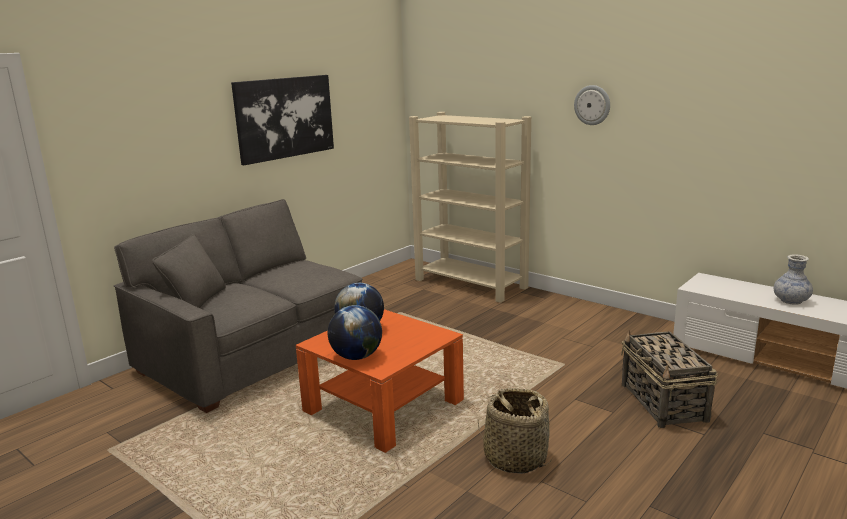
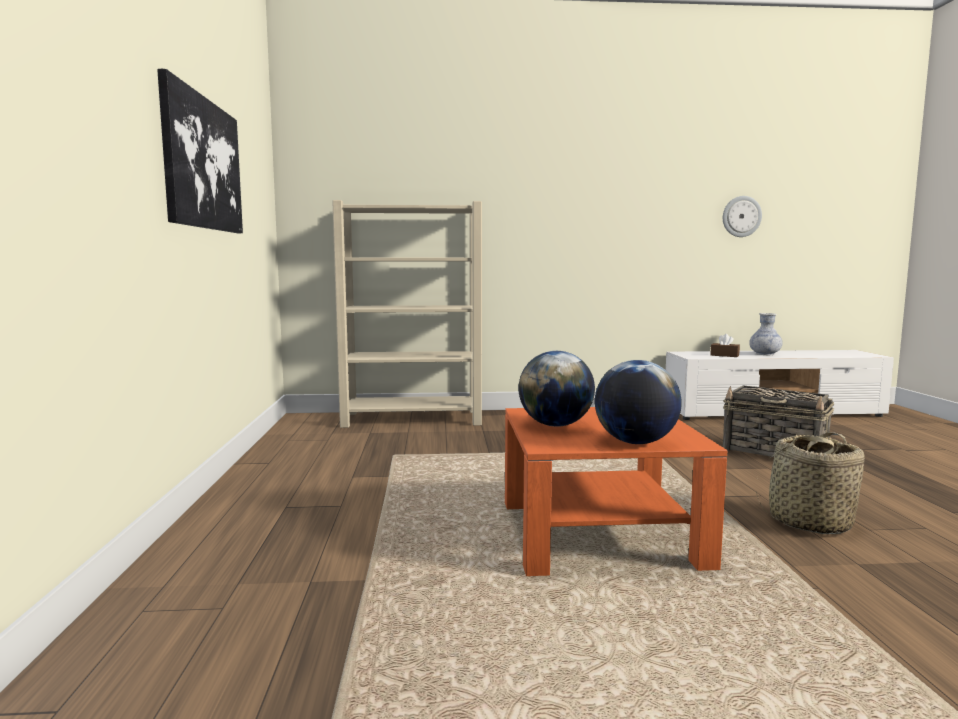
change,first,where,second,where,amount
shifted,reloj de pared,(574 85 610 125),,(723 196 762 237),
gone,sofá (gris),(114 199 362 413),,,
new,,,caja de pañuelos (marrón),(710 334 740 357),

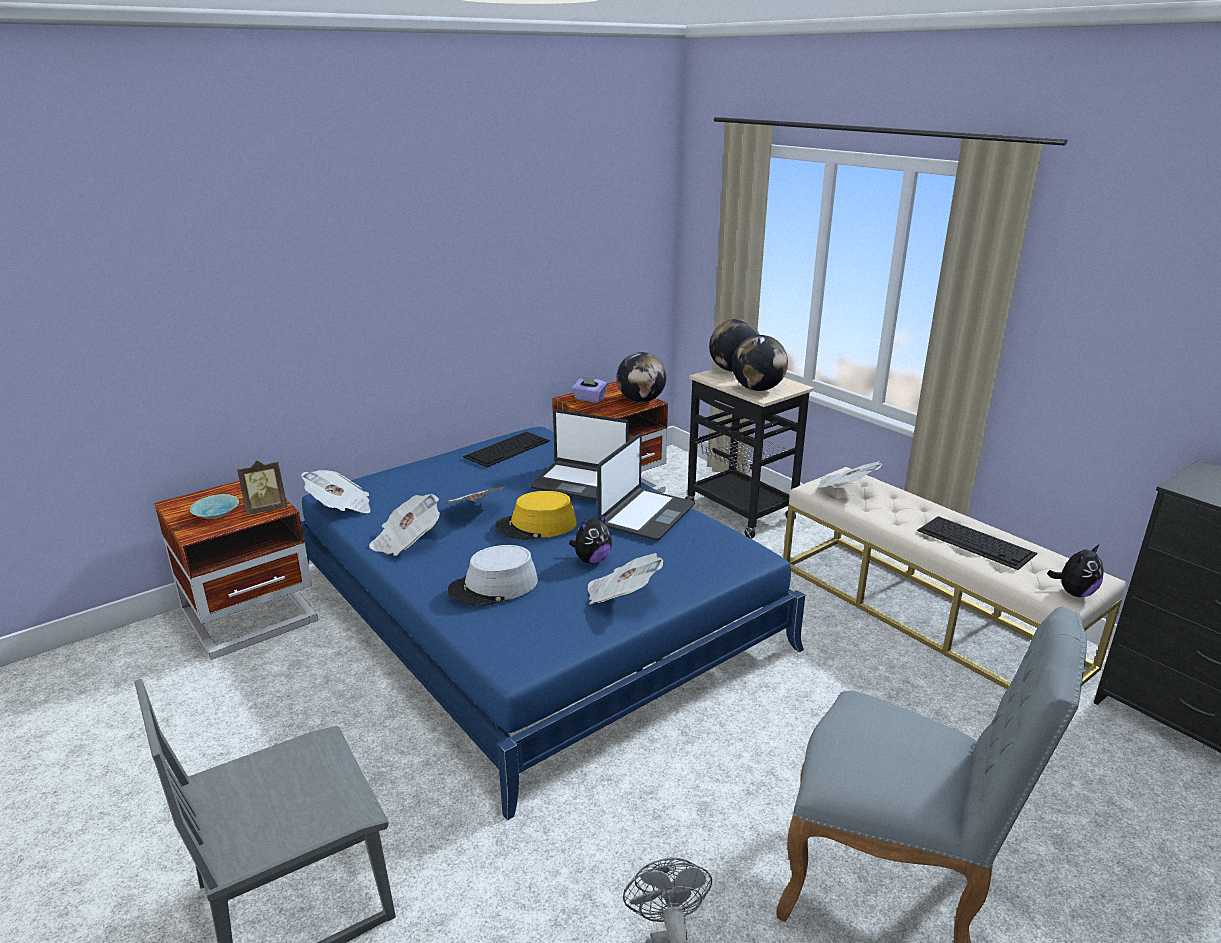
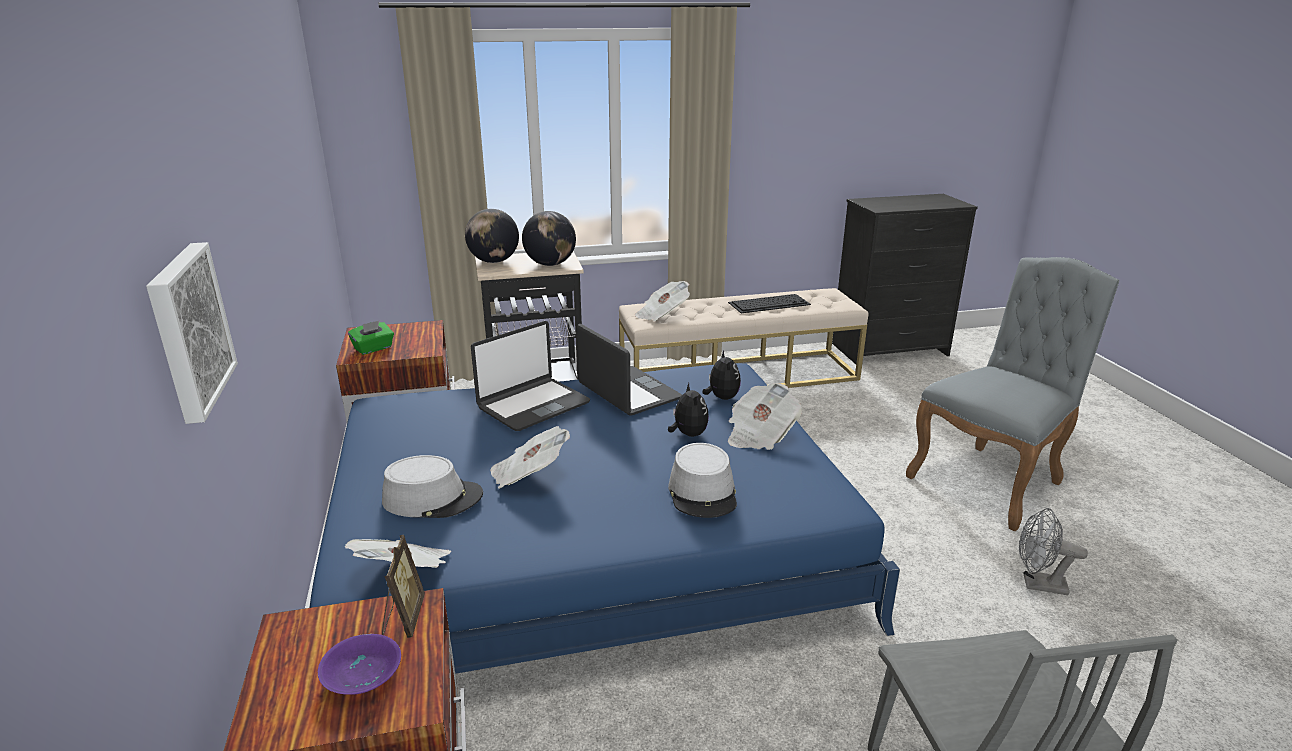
change,first,where,second,where,amount
gone,globo terráqueo,(617 352 666 402),,,
repainted,caja de pañuelos (morado),(572 376 608 403),caja de pañuelos (verde),(348 321 394 355),
gone,teclado,(463 431 550 467),,,
gone,sombrero (amarillo),(495 491 577 540),,,
repainted,cuenco (turquesa),(190 494 239 519),cuenco (morado),(318 634 401 695),
gone,periódico,(369 494 440 556),,,
shifted,peluche,(1047 545 1104 597),,(703 350 741 400),
new,,,cuadro,(146 242 238 424),
new,,,sombrero (gris),(382 455 483 518),

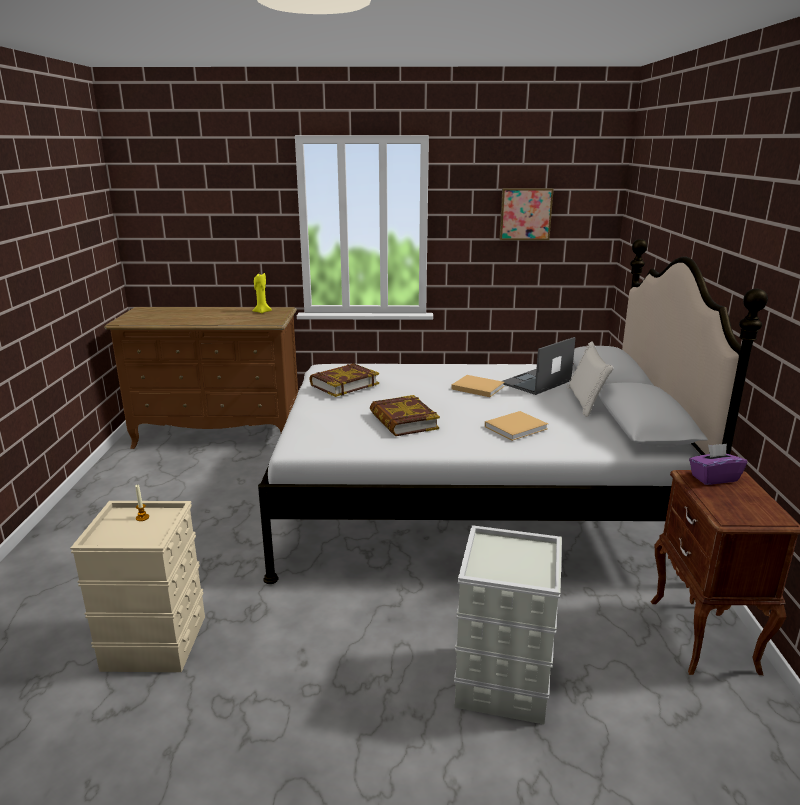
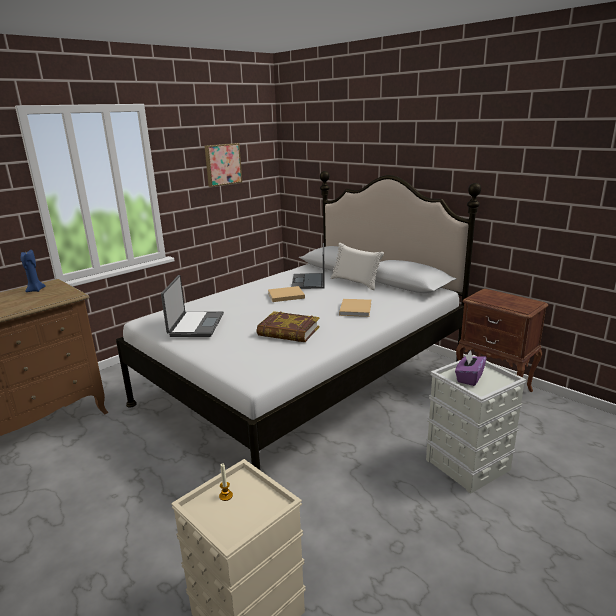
change,first,where,second,where,amount
repainted,vela (amarillo),(253 273 272 314),vela (azul),(21 250 46 292),
swapped,libro,(309 363 379 397),portátil,(161 275 224 337),
shifted,caja de pañuelos (morado),(689 443 747 485),,(455 350 486 386),

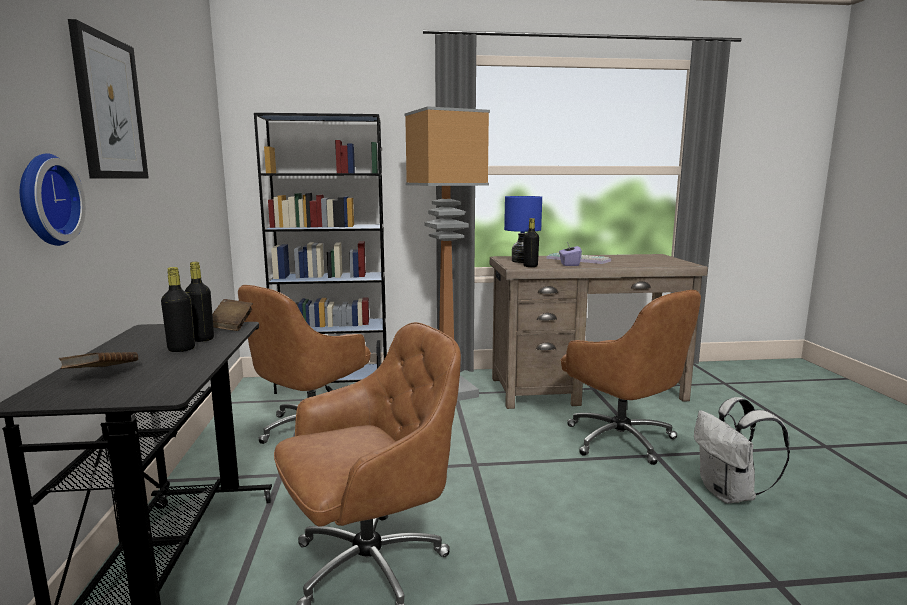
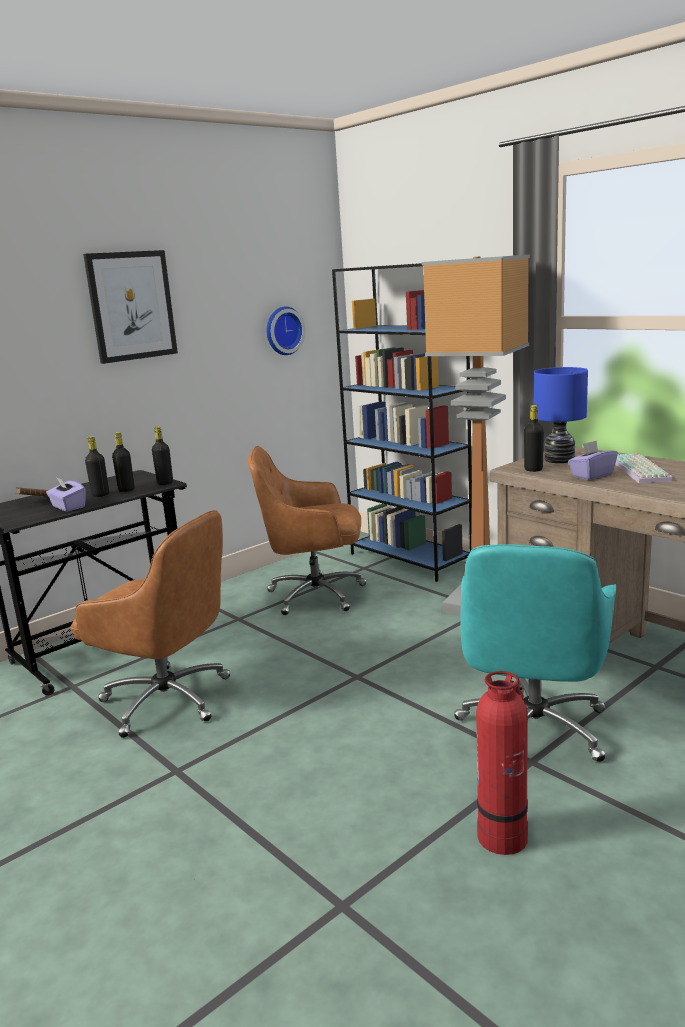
change,first,where,second,where,amount
shifted,reloj de pared,(20 153 86 246),,(267 306 305 355),
repainted,silla de oficina (marrón),(560 290 701 465),silla de oficina (turquesa),(454 545 616 762),
swapped,libro (marrón),(212 299 253 331),botella (negro),(152 426 173 485),
swapped,mochila (blanco),(694 397 790 504),extintor,(476 671 528 855),
new,,,caja de pañuelos (morado),(46 477 86 512),

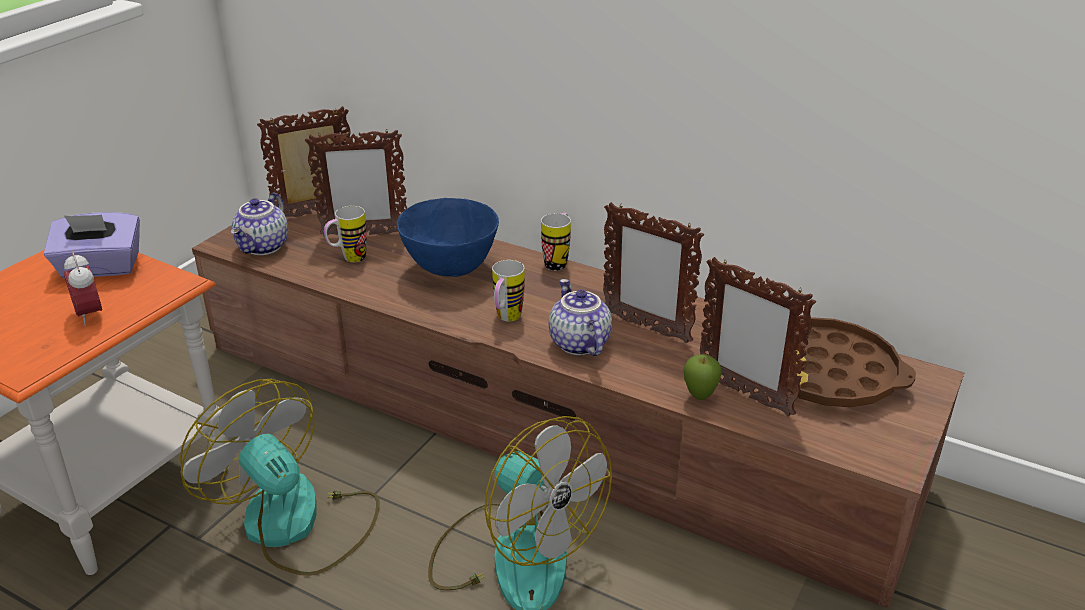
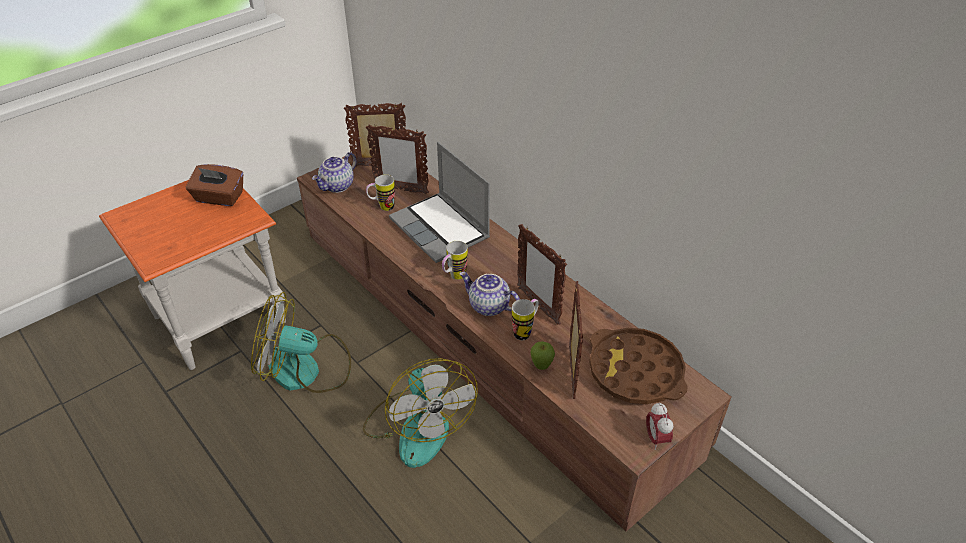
change,first,where,second,where,amount
swapped,cuenco (azul),(397 198 499 277),portátil,(389 142 490 263),
repainted,caja de pañuelos (morado),(44 212 140 279),caja de pañuelos (marrón),(186 164 243 206),
shifted,taza grande,(541 213 571 271),,(512 299 539 340),
shifted,despertador,(64 251 102 326),,(646 402 673 450),
rotated,portarretratos,(700 257 816 417),,(569 281 583 399),150 degrees counterclockwise
rotated,tetera,(549 279 612 356),,(459 272 520 316),60 degrees counterclockwise
rotated,ventilador,(180 379 380 576),,(251 292 351 393),60 degrees counterclockwise

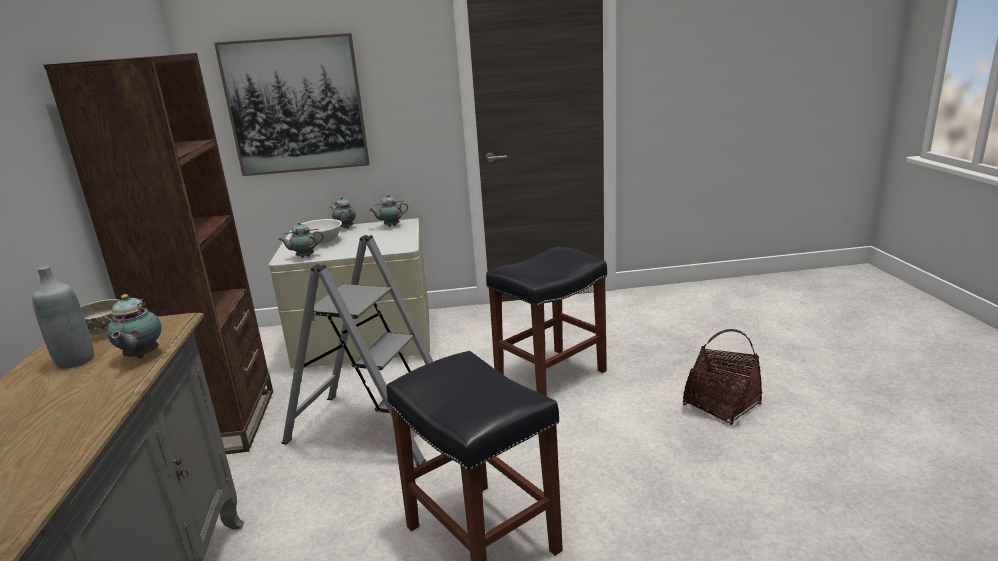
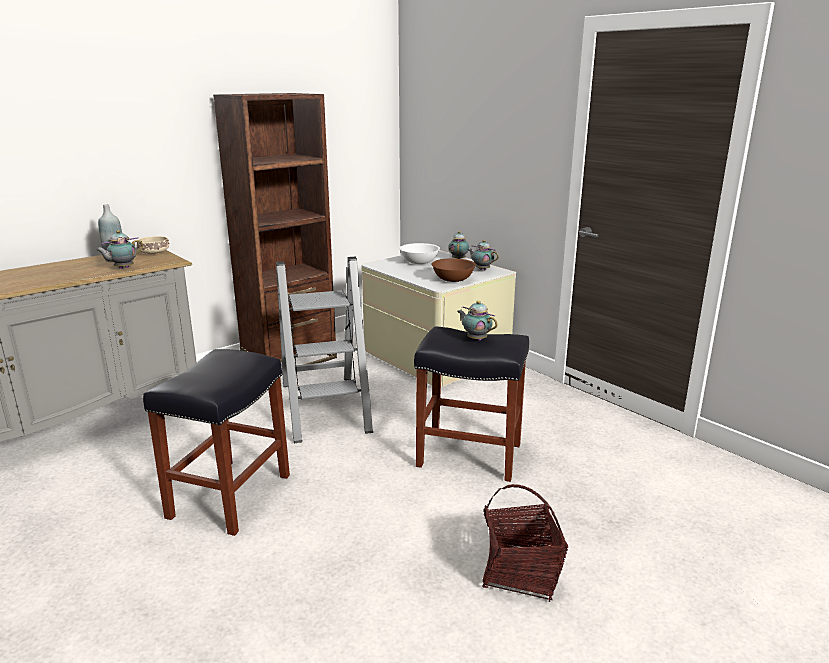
change,first,where,second,where,amount
gone,cuadro,(214 33 370 176),,,
shifted,tetera,(278 222 324 258),,(458 300 498 341),
new,,,cuenco (marrón),(432 258 476 282),

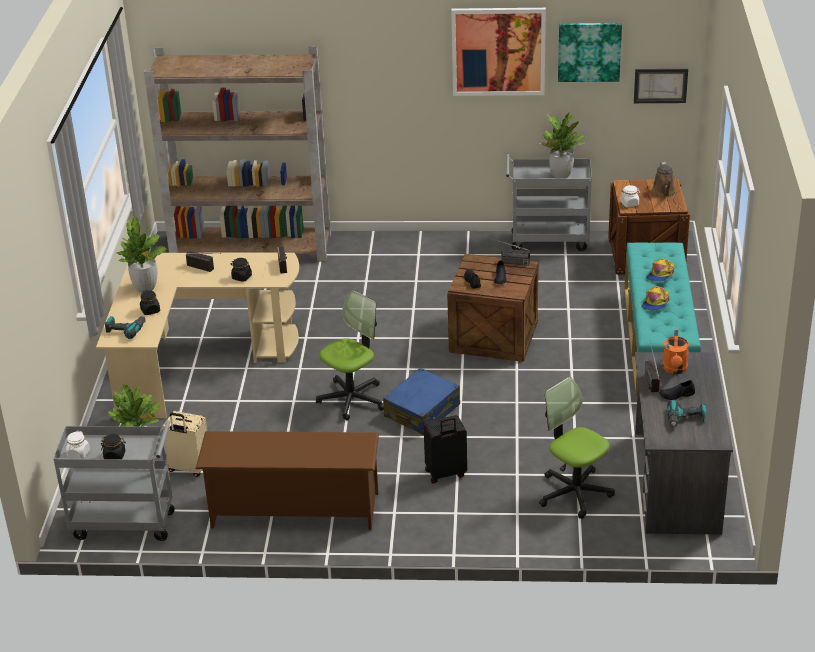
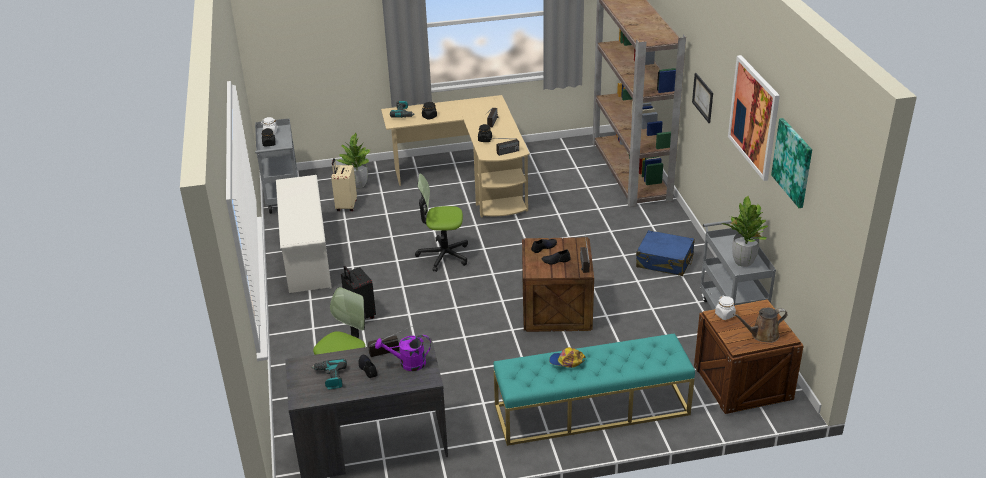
change,first,where,second,where,amount
shifted,cuadro,(634 69 688 103),,(692 73 713 123),
gone,planta en maceta,(117 216 167 292),,,
gone,gorra,(646 258 675 282),,,
rotated,silla de oficina,(316 290 384 421),,(415 174 468 272),150 degrees clockwise
repainted,regadera (naranja),(663 330 689 374),regadera (morado),(375 335 431 371),
shifted,maleta (azul),(383 368 460 435),,(636 230 694 276),
repainted,zapatero (marrón),(196 431 379 530),zapatero (blanco),(276 175 332 293),

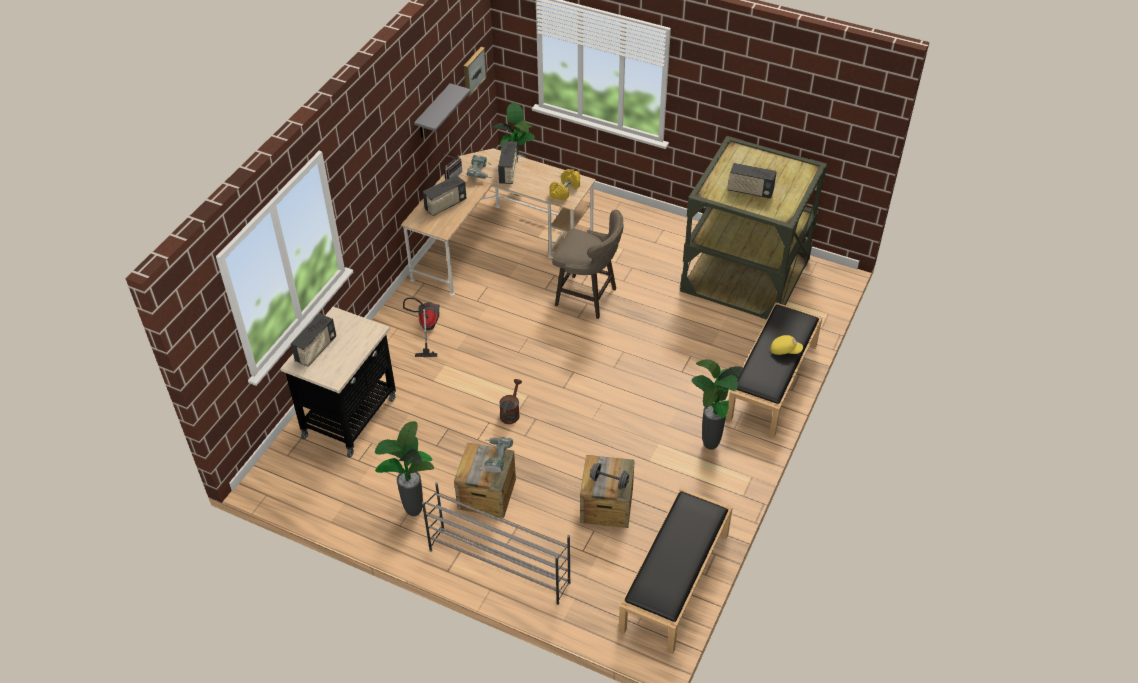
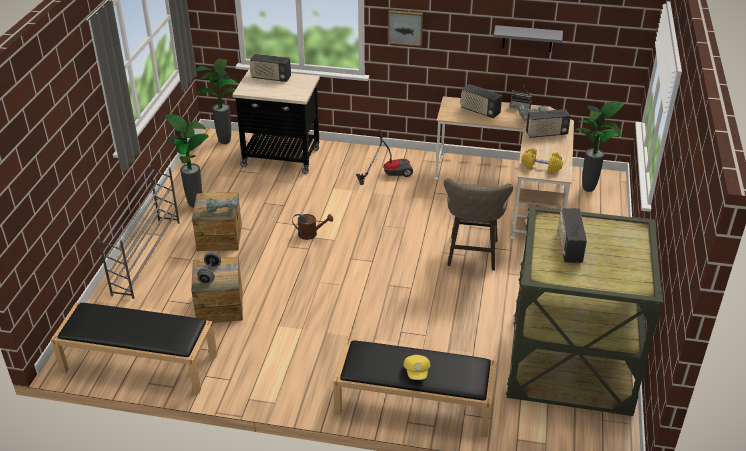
change,first,where,second,where,amount
shifted,cuadro,(464 47 487 97),,(388 10 423 46),
shifted,planta en maceta,(692 359 744 450),,(196 59 238 144),

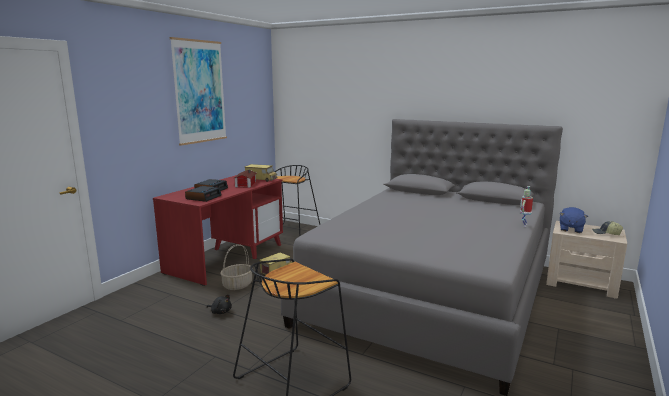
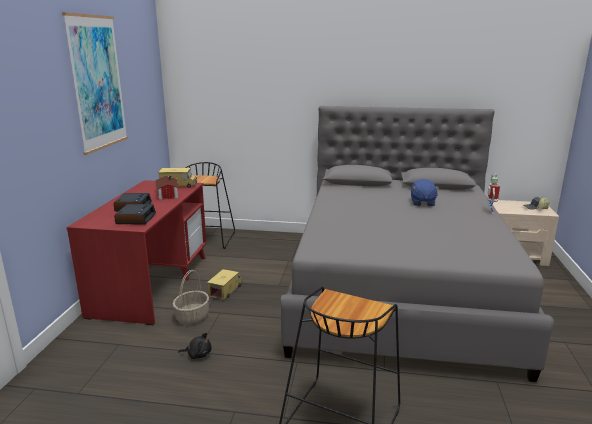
change,first,where,second,where,amount
shifted,peluche (azul),(560 207 588 233),,(411 179 440 206),

